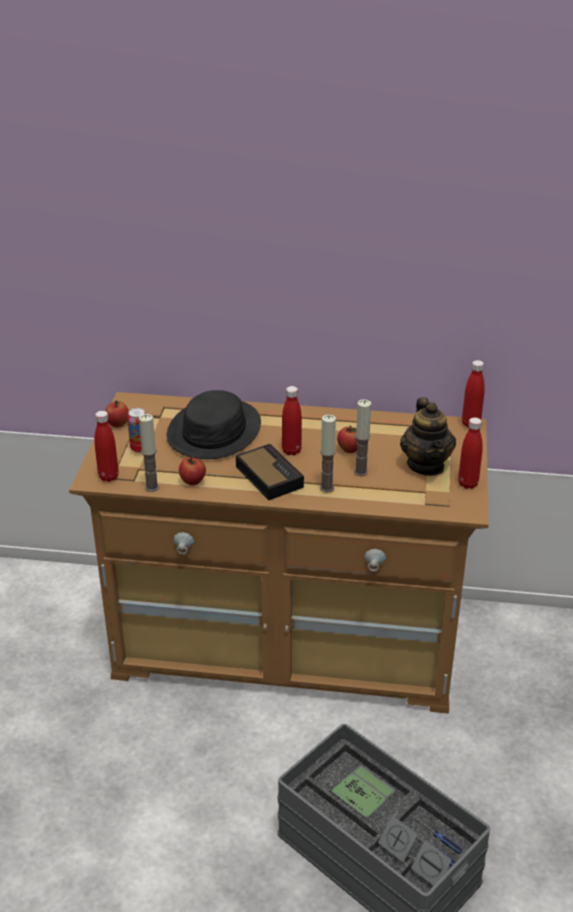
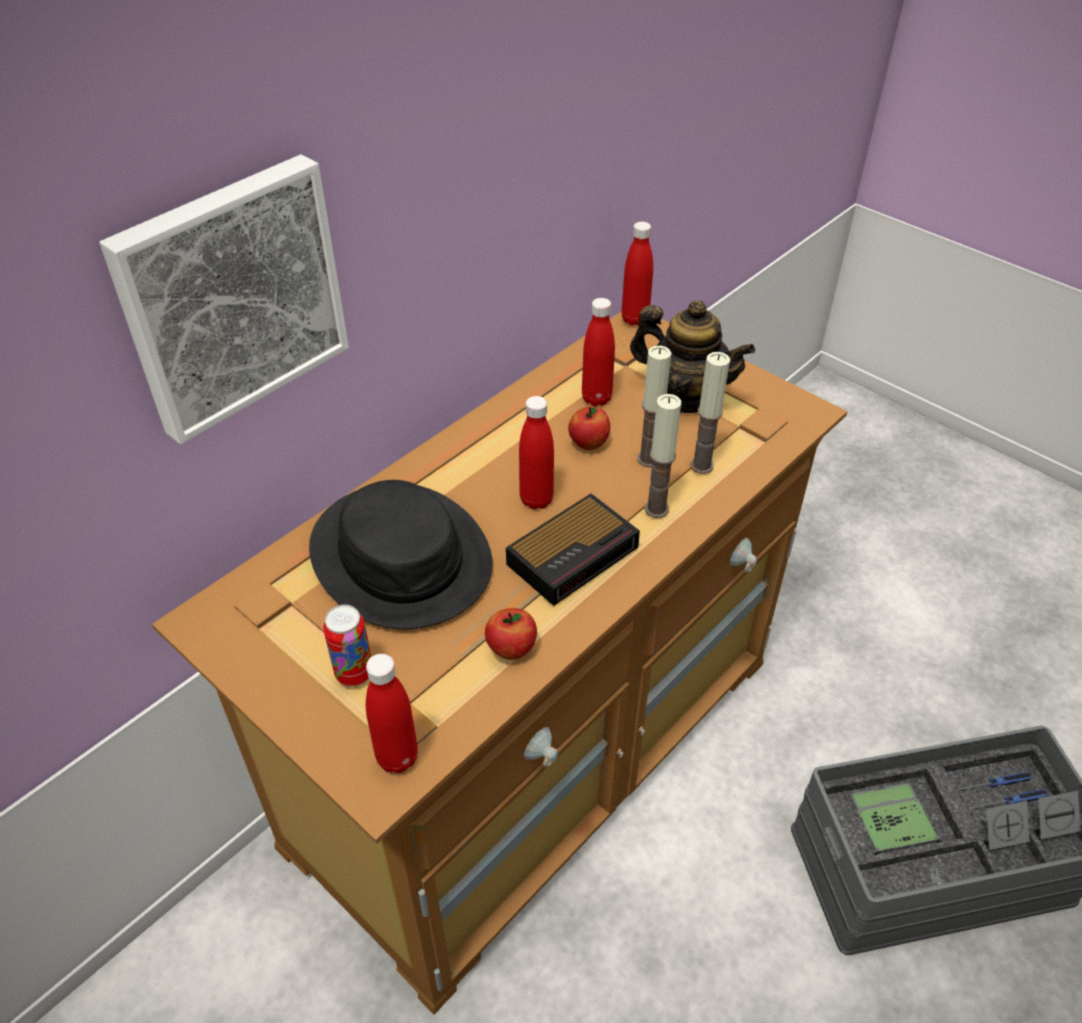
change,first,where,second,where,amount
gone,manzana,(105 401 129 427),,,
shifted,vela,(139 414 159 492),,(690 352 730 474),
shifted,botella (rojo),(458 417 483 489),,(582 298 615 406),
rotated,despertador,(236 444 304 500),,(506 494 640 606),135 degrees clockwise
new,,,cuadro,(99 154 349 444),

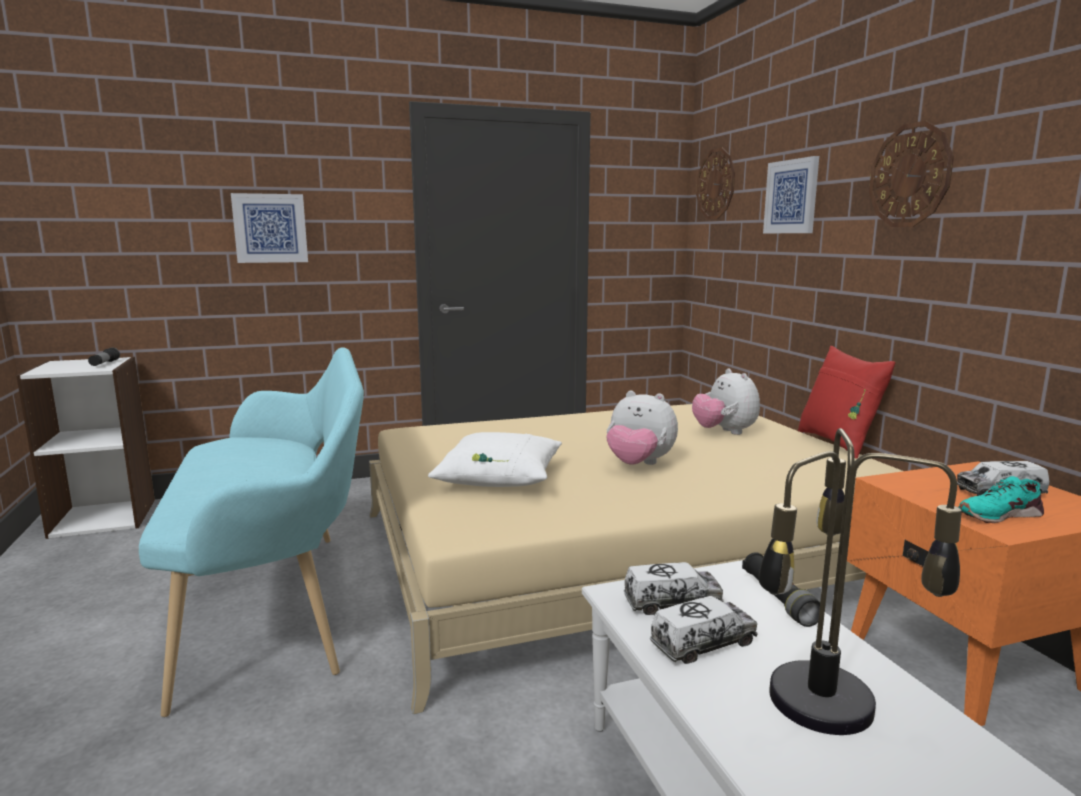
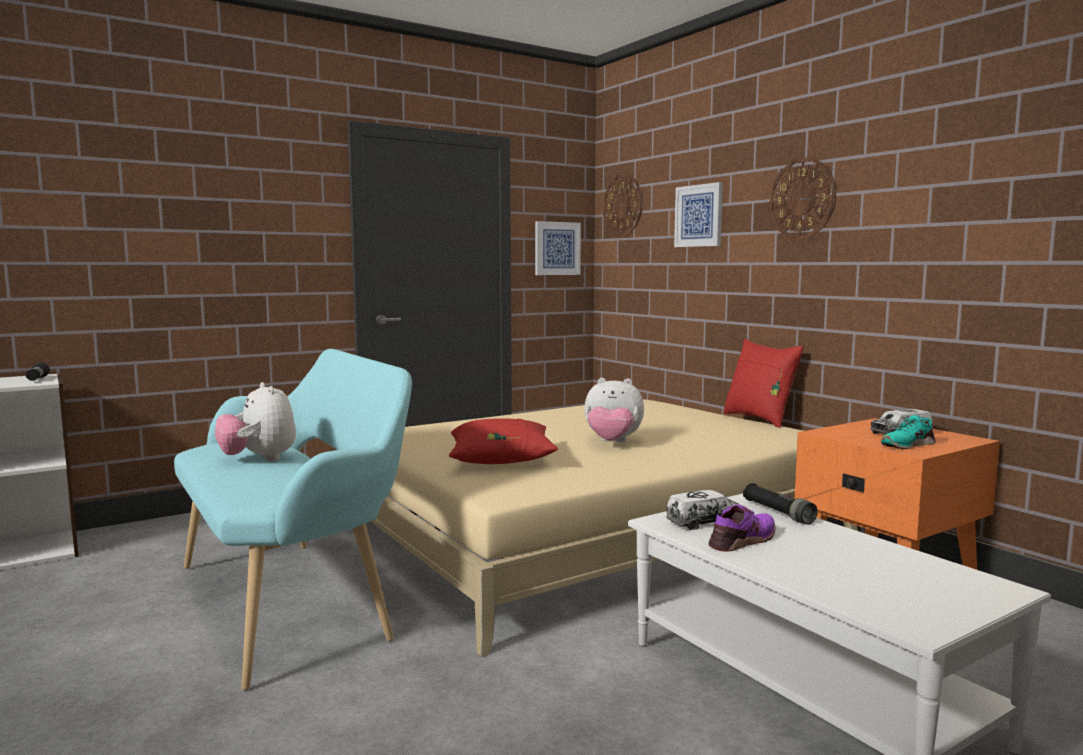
change,first,where,second,where,amount
shifted,cuadro,(231 193 308 263),,(535 221 581 275),
shifted,peluche,(692 369 760 435),,(215 382 296 461),
gone,lámpara de mesa,(759 428 962 735),,,
repainted,cojín (blanco),(428 432 562 487),cojín (rojo),(449 419 558 464),
swapped,camión de juguete,(650 596 757 664),zapato (morado),(709 504 776 552),

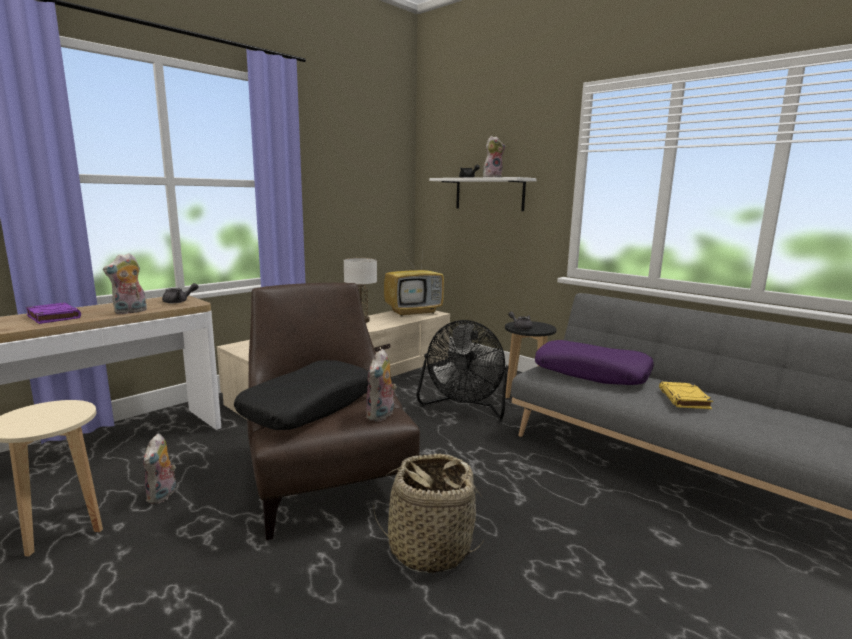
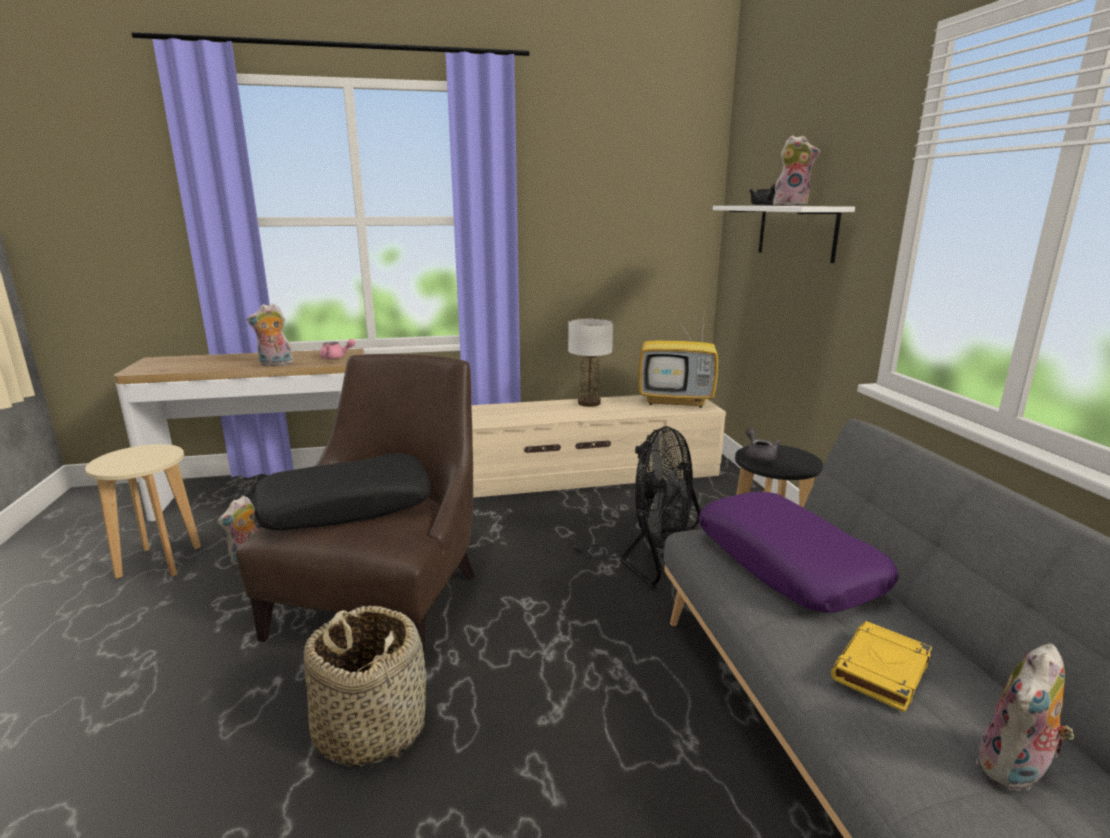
change,first,where,second,where,amount
repainted,tetera (gris),(162 283 199 303),tetera (rosa),(320 339 356 359),
gone,libro (morado),(26 303 81 324),,,
rotated,ventilador (negro),(417 320 509 422),,(574 426 701 590),120 degrees counterclockwise
shifted,peluche,(366 349 397 422),,(975 643 1075 791),

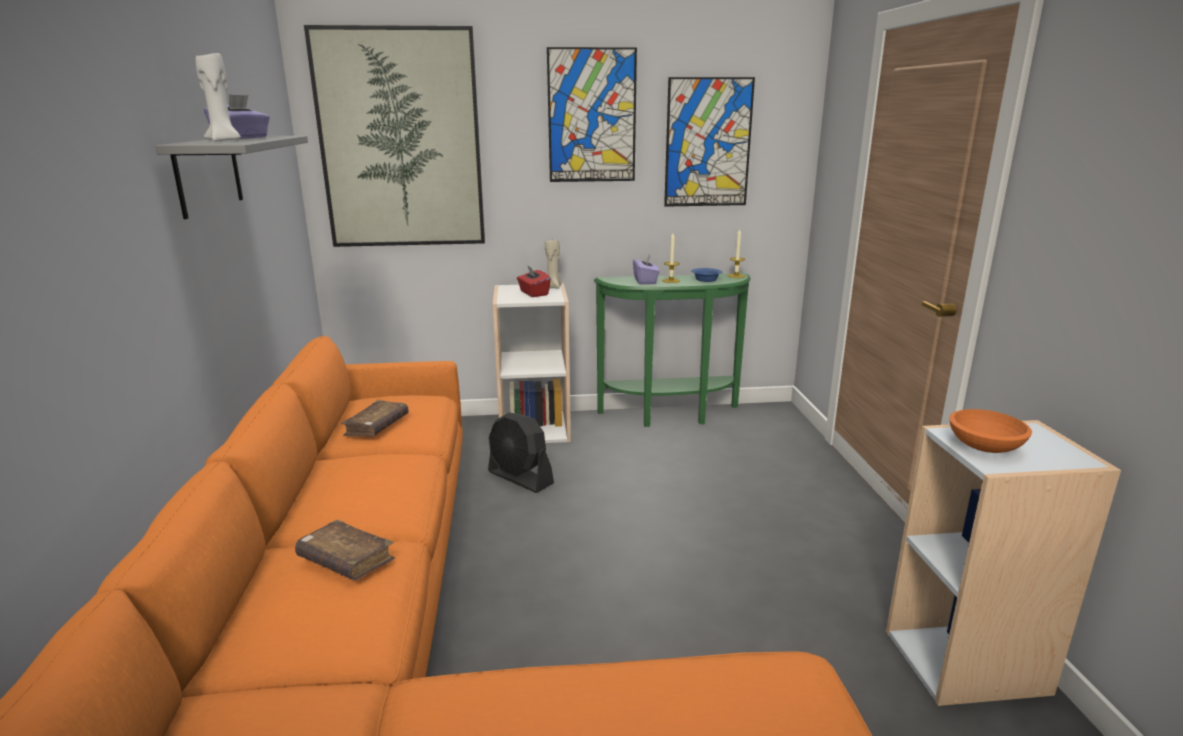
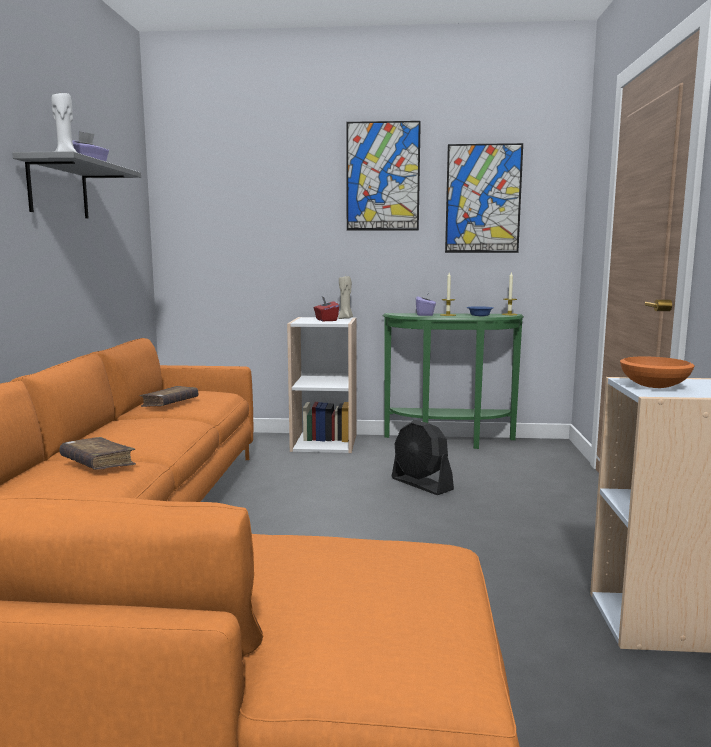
change,first,where,second,where,amount
gone,cuadro,(304 25 485 247),,,
shifted,ventilador (negro),(488 413 554 493),,(391 420 454 495),

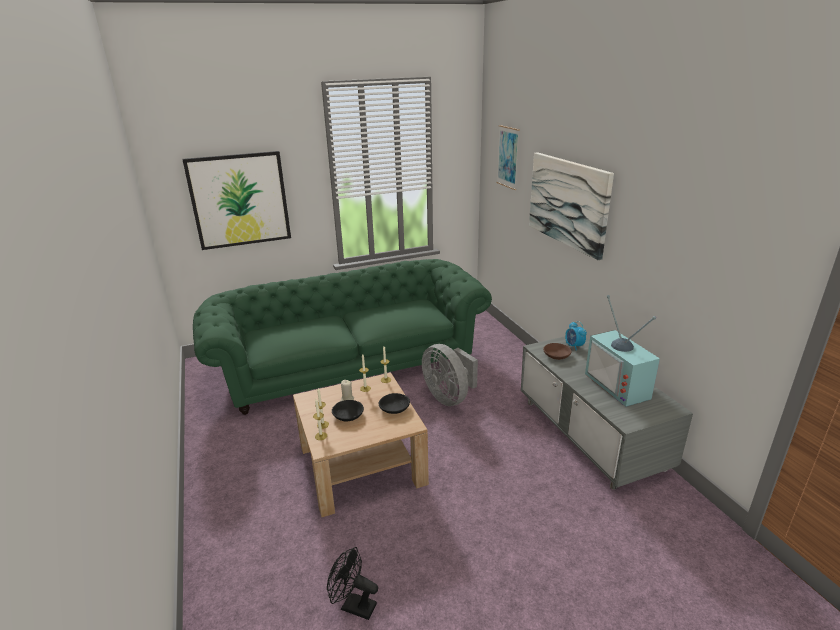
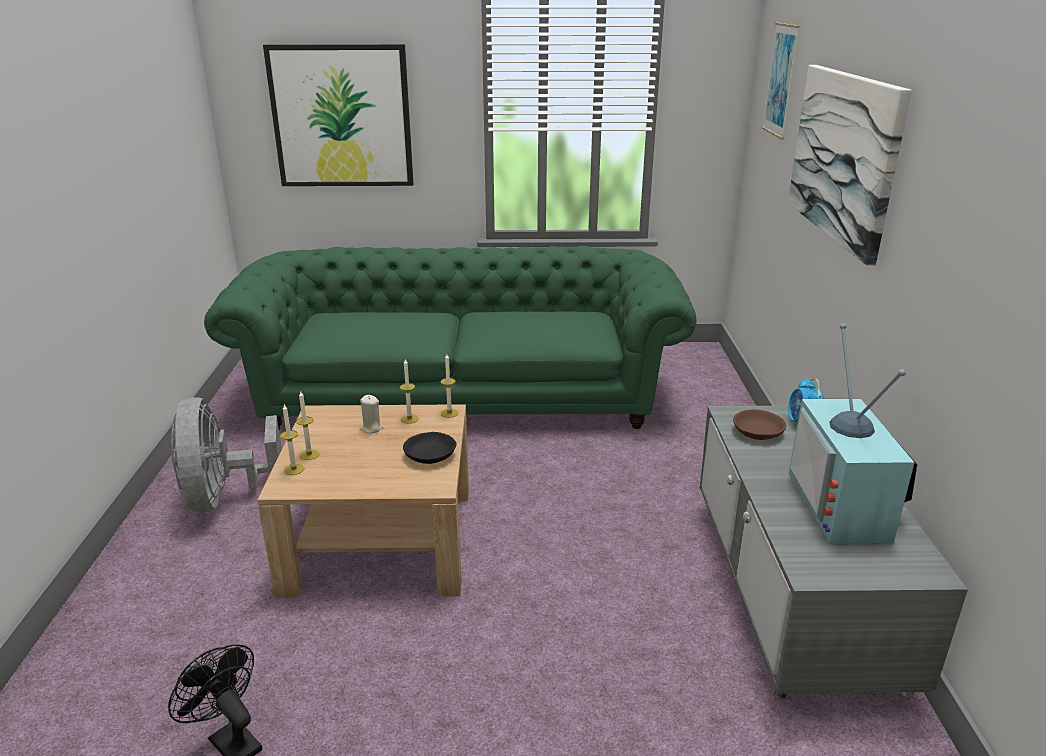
change,first,where,second,where,amount
shifted,ventilador (gris),(422 344 478 406),,(171 397 282 512),
gone,cuenco (negro),(332 400 364 421),,,

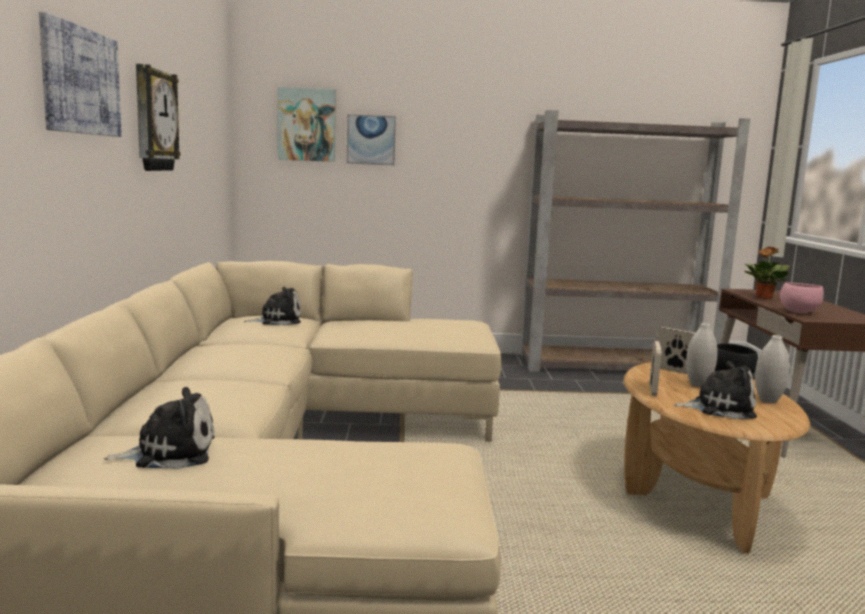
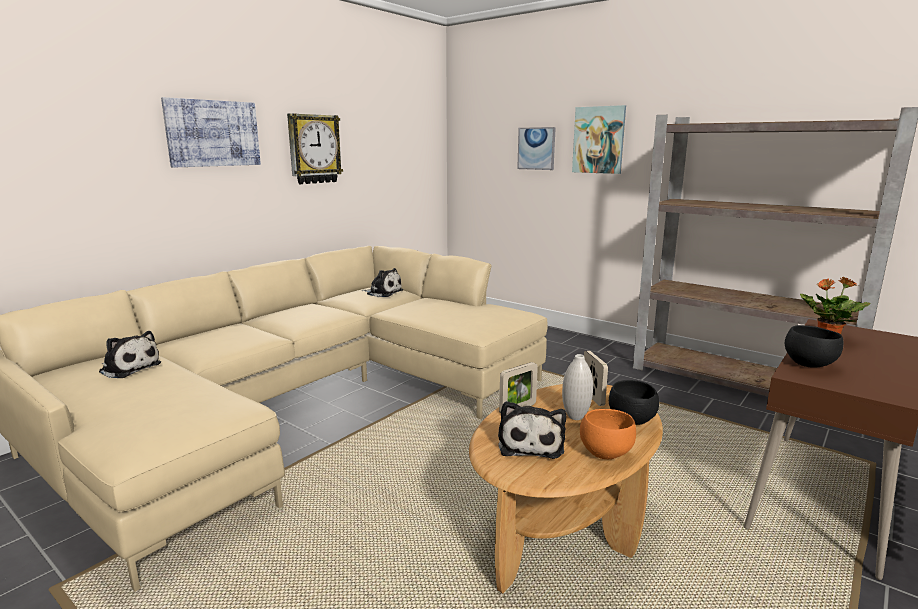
change,first,where,second,where,amount
shifted,cuadro,(278 87 336 162),,(572 105 626 174),
repainted,cuenco (rosa),(780 282 824 313),cuenco (negro),(785 325 843 368),
swapped,florero (blanco),(755 335 790 403),cuenco (naranja),(580 409 636 459),
rotated,peluche,(674 361 757 419),,(498 401 566 459),45 degrees clockwise

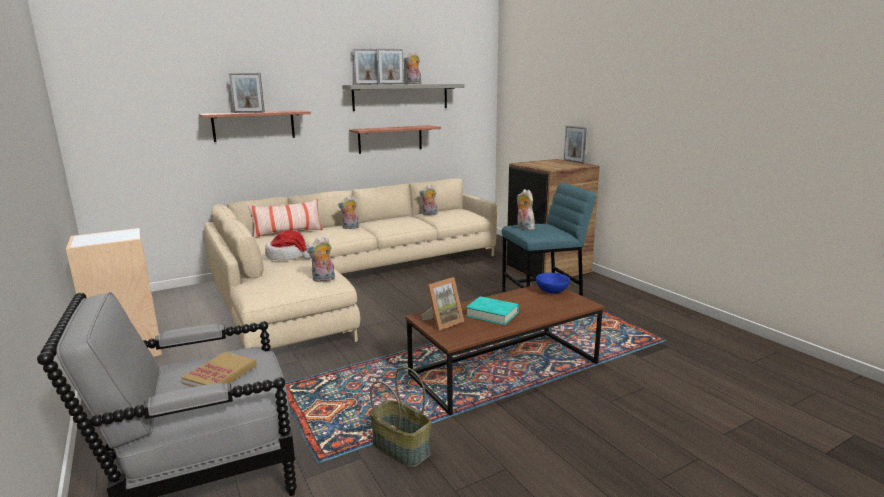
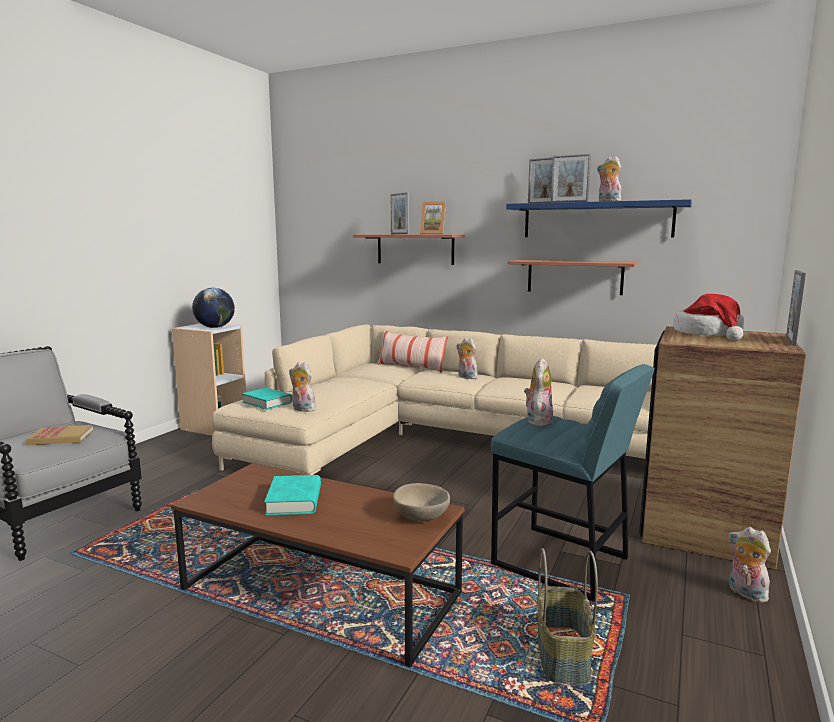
change,first,where,second,where,amount
repainted,estante (gris),(342 84 465 111),estante (azul),(506 199 692 238),
shifted,peluche,(419 185 438 215),,(729 527 771 603),
shifted,sombrero,(265 230 311 260),,(673 294 744 341),
repainted,cuenco (azul),(536 273 570 294),cuenco (beis),(393 483 450 521),
shifted,portarretratos,(422 277 464 331),,(420 201 446 234),
shifted,cesta,(369 367 432 467),,(537 548 598 685),
new,,,globo terráqueo,(192 288 235 328),
new,,,libro (turquesa),(242 388 293 410),

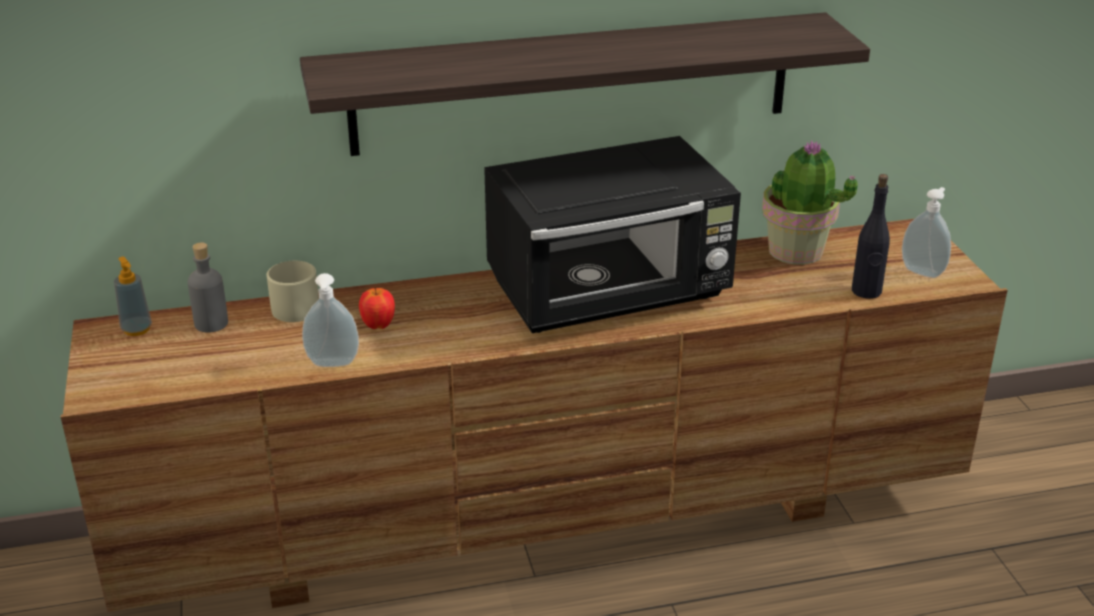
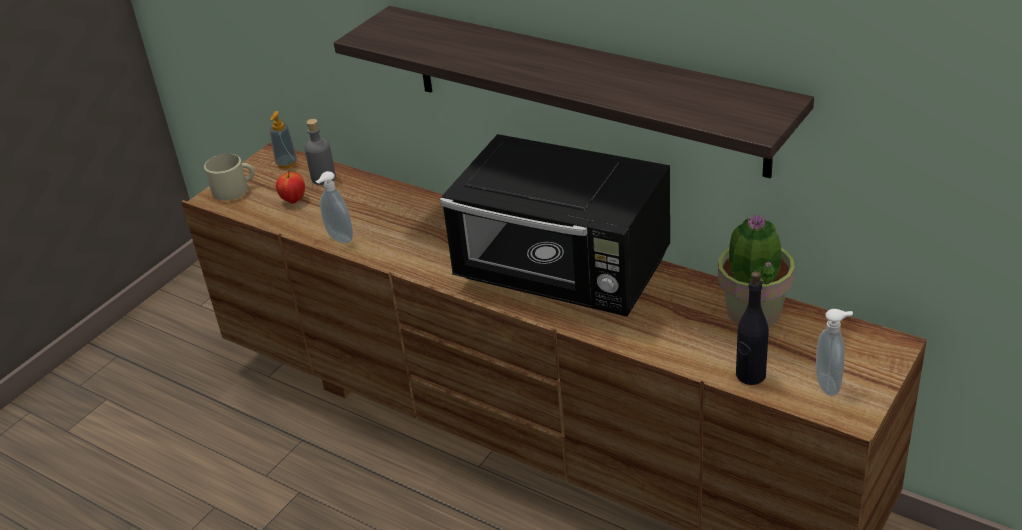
change,first,where,second,where,amount
shifted,taza grande (beis),(267 261 319 322),,(204 154 255 201),
shifted,manzana,(359 286 395 329),,(276 171 305 204),

